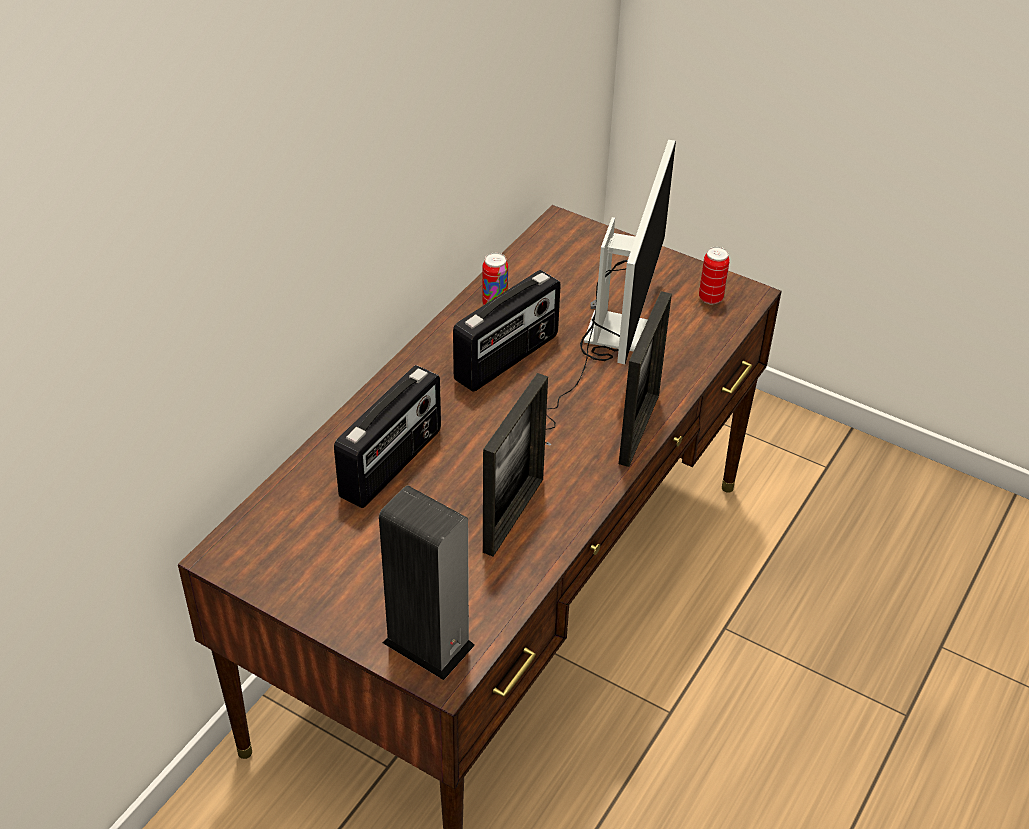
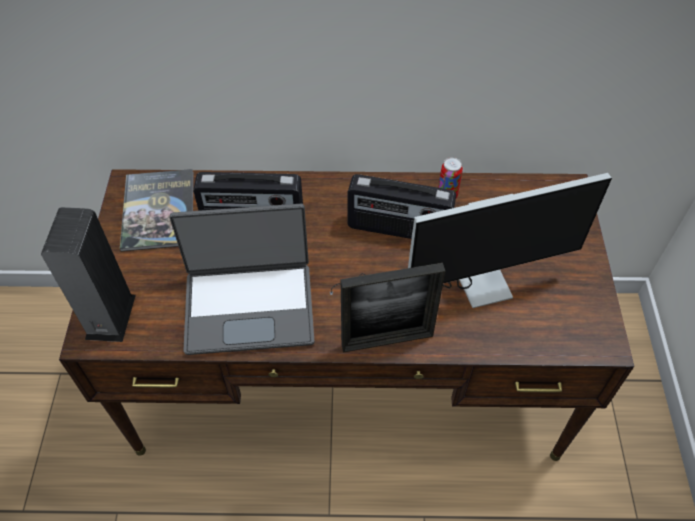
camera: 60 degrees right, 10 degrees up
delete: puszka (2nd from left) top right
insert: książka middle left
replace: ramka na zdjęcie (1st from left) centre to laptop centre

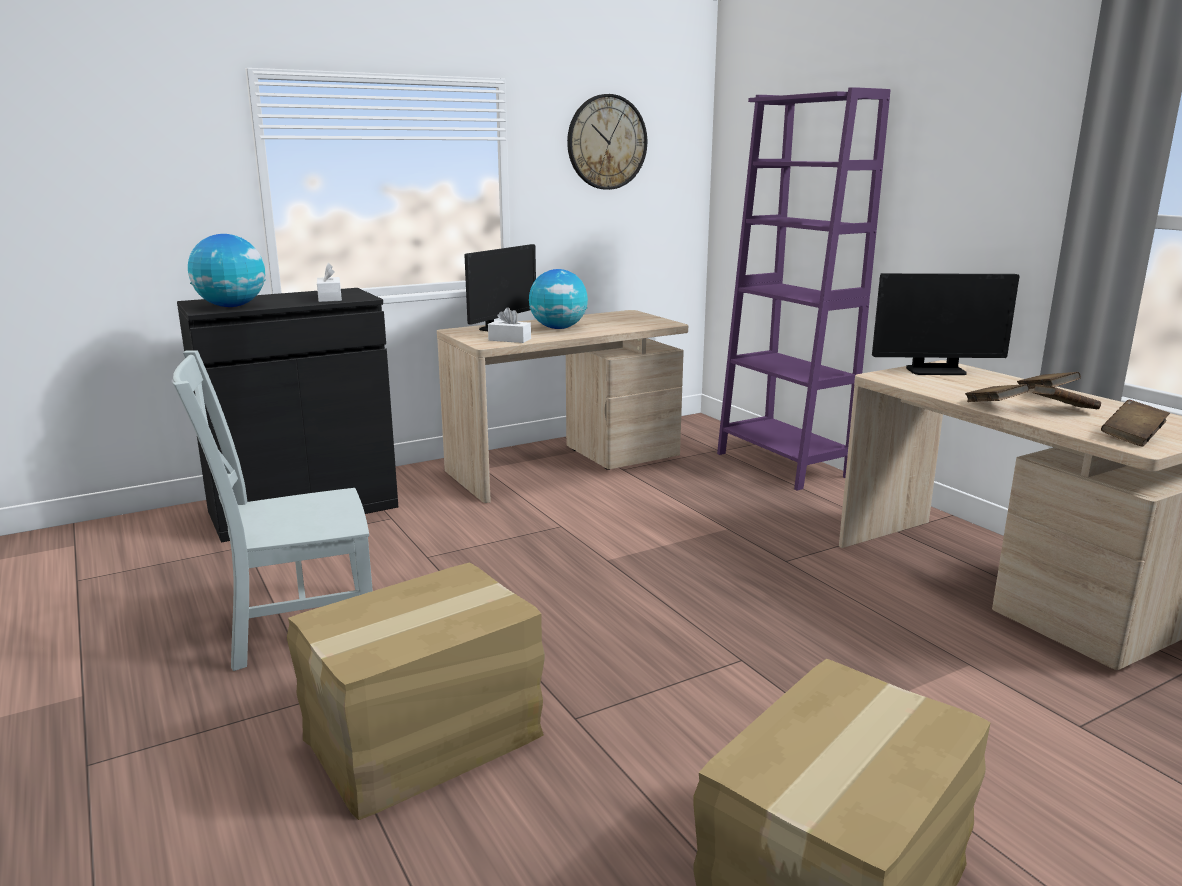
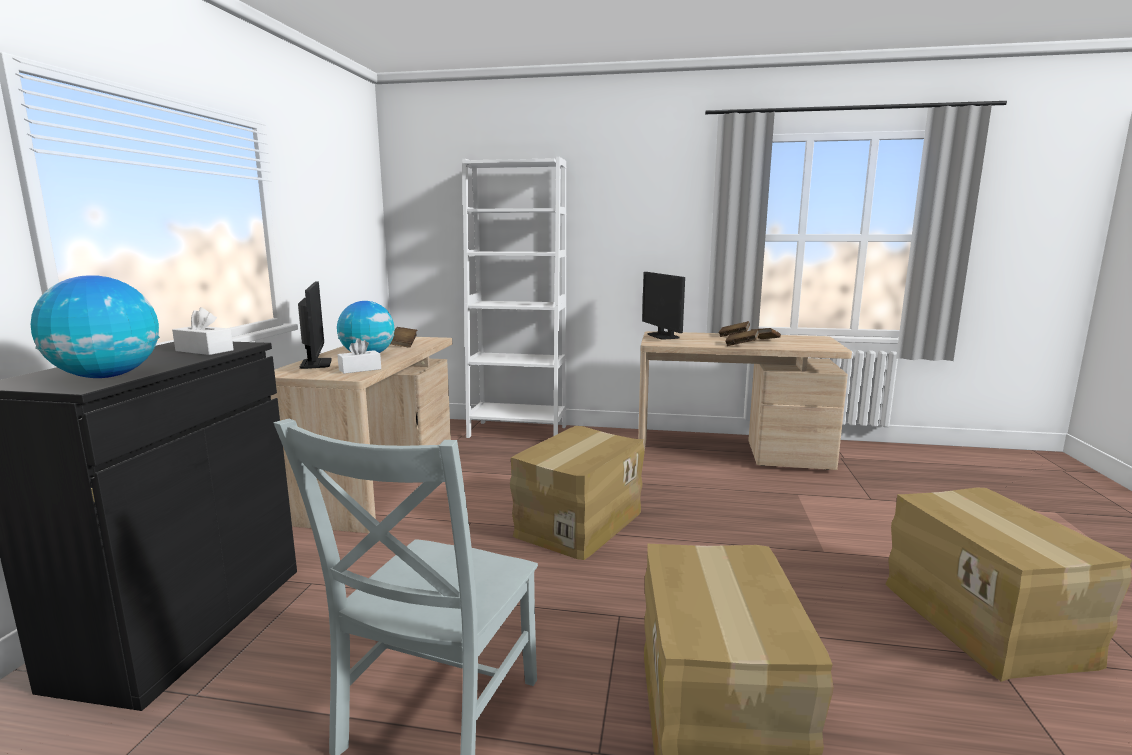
camera: 50 degrees left, 5 degrees down
delete: zegar ścienny top centre
insert: karton (1st from left) centre
move: książka (brązowy) (4th from left in the first image) middle right to książka (brązowy) (1st from left) centre
recolor: regał (fioletowy) top right to regał (biały) centre
rotate: monitor (2nd from left) middle right = centre 120 degrees clockwise

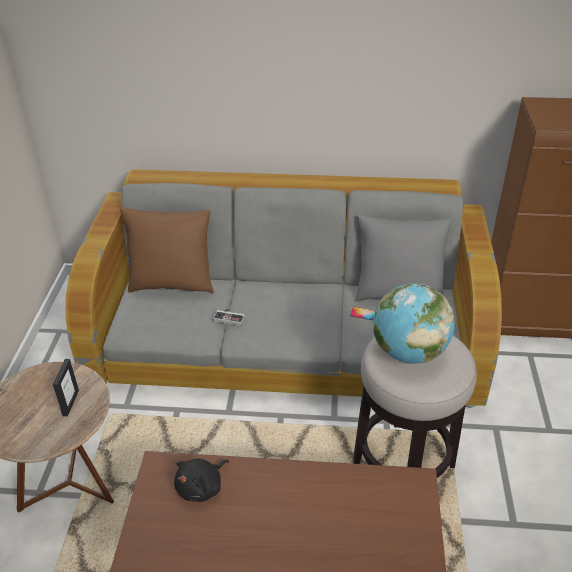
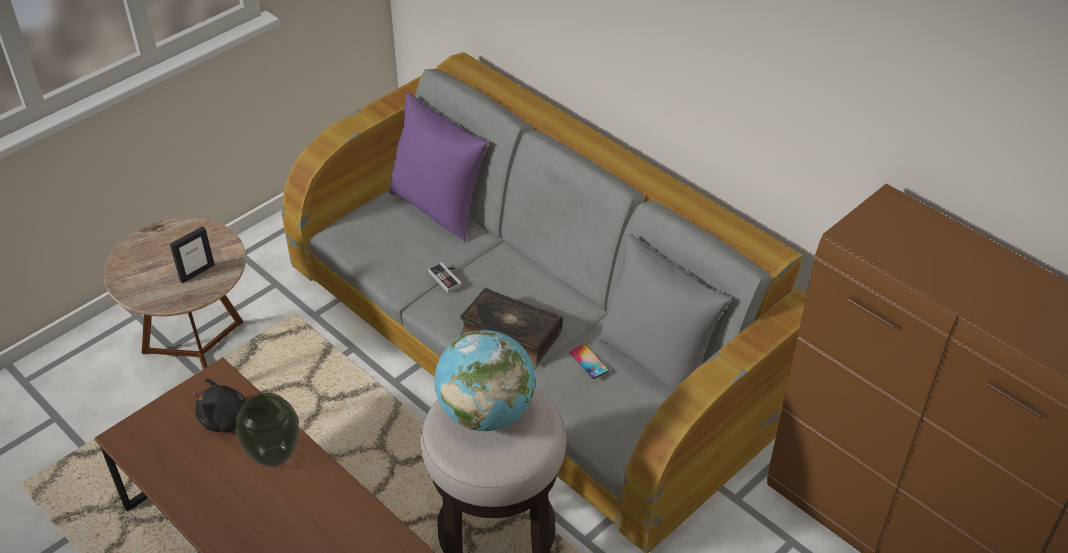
camera: 40 degrees right, 5 degrees up
insert: książka centre; wazon bottom left
recolor: poduszka (brązowy) middle left to poduszka (fioletowy) top centre

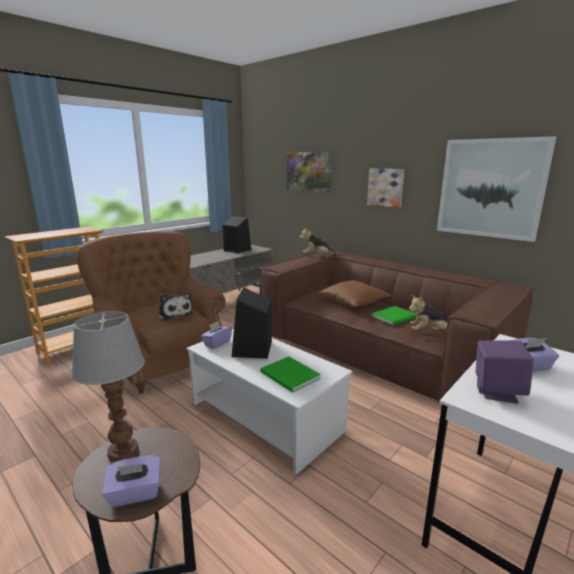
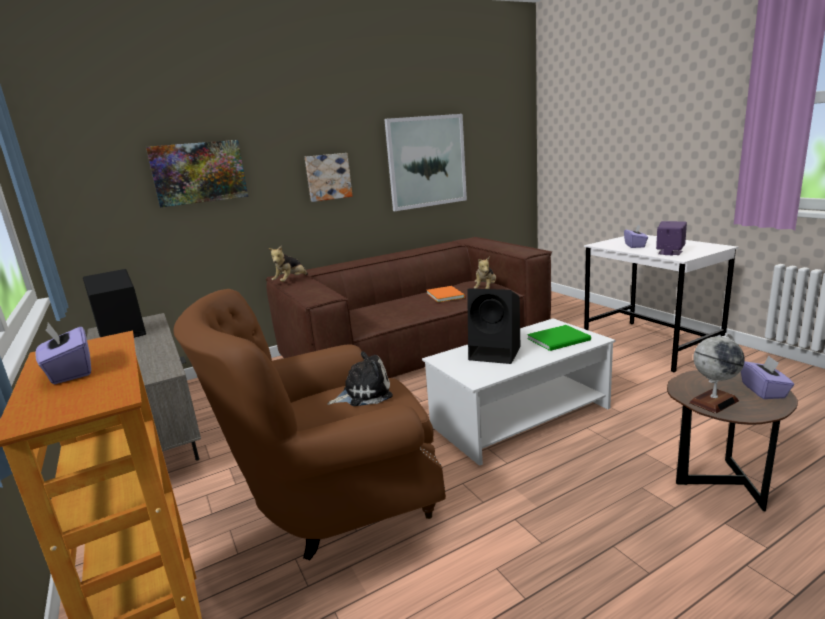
camera: 70 degrees left, 0 degrees up
delete: poduszka (brązowy) centre
move: pudełko chusteczek (fioletowy) (2nd from left in the first image) centre to pudełko chusteczek (fioletowy) (1st from left) middle left
replace: lampa stołowa bottom left to globus middle right
recolor: książka (zielony) (2nd from left) middle right to książka (pomarańczowy) centre

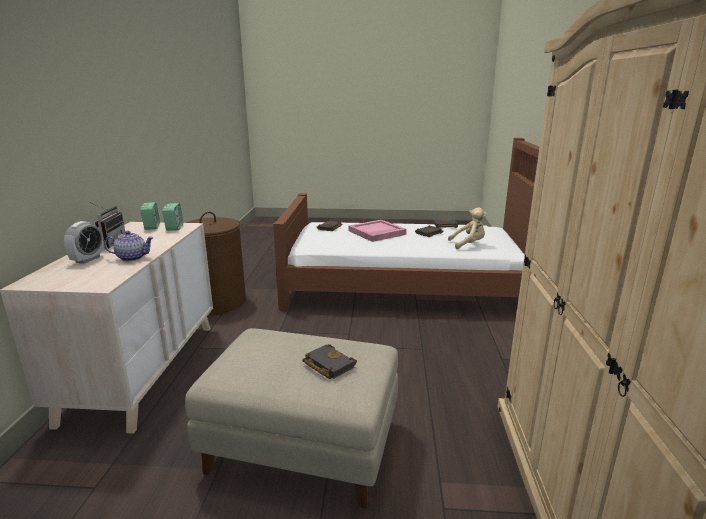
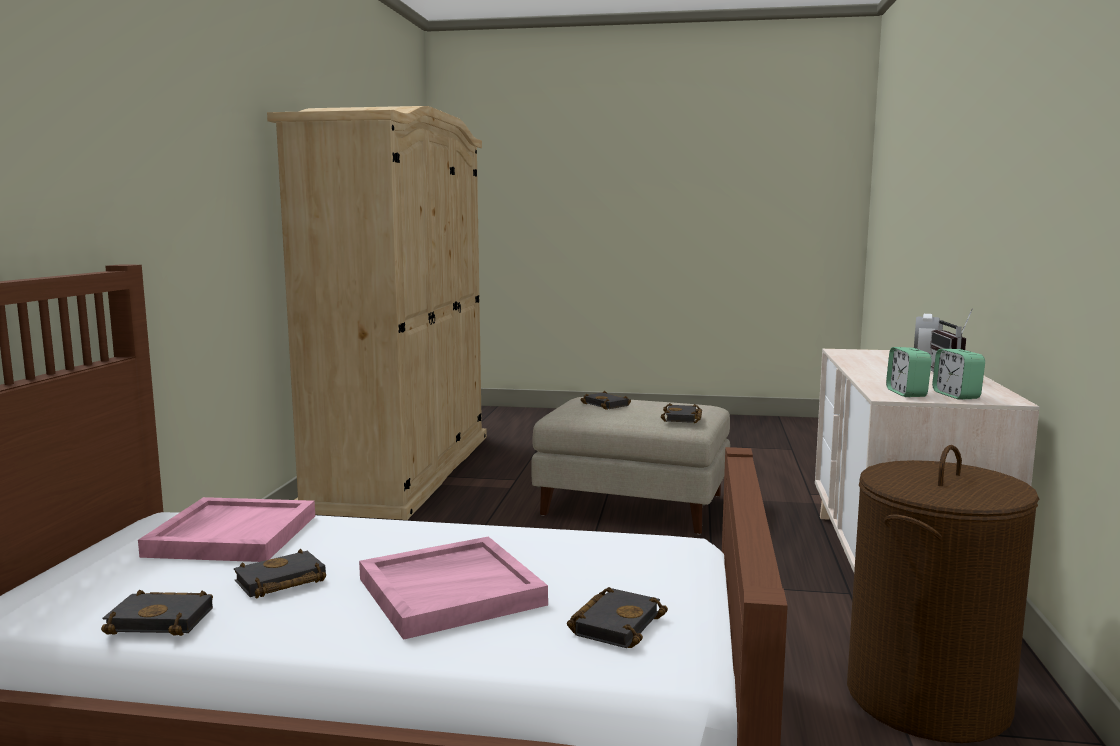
camera: 175 degrees left, 10 degrees down
delete: imbryk middle left
insert: książka (czarny) (5th from left) centre
replace: pluszak (beżowy) centre to taca (różowy) (1st from left) bottom left

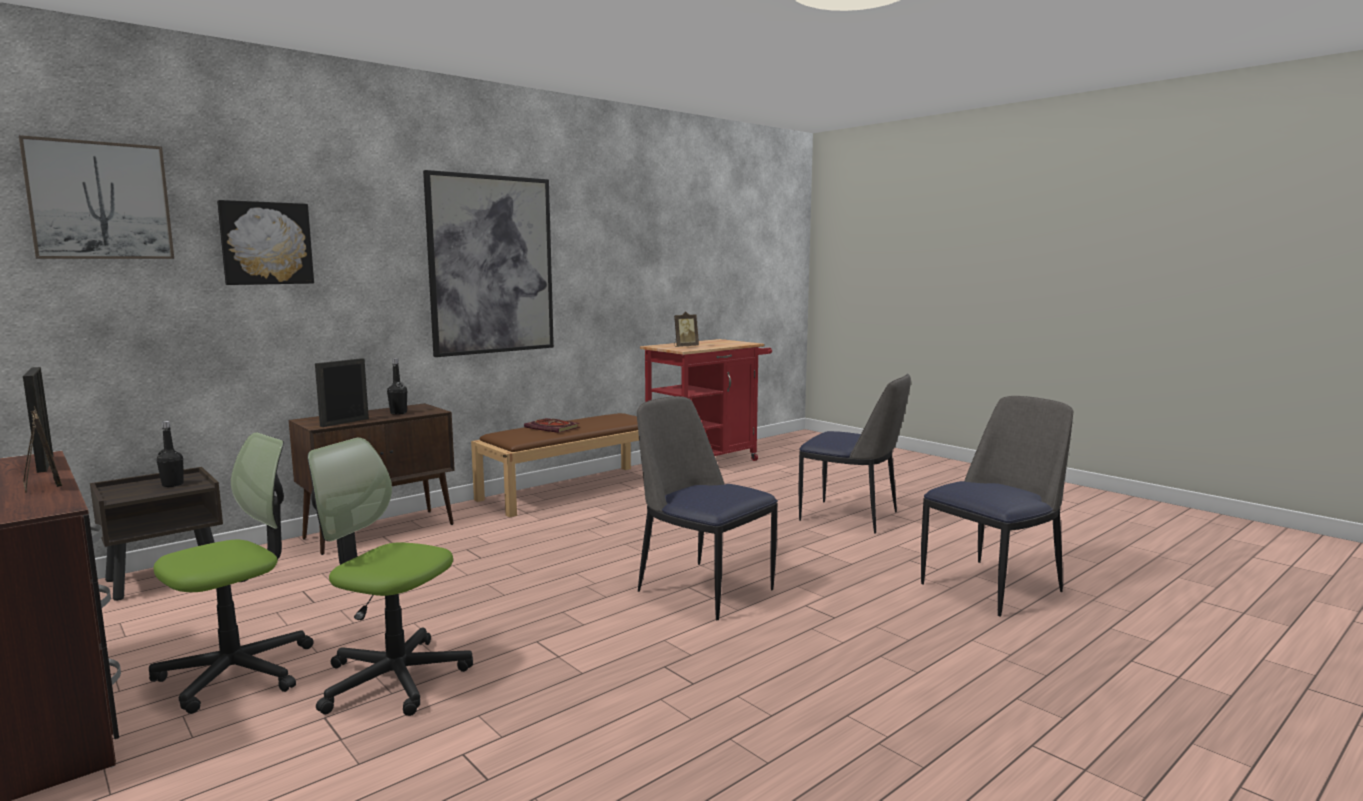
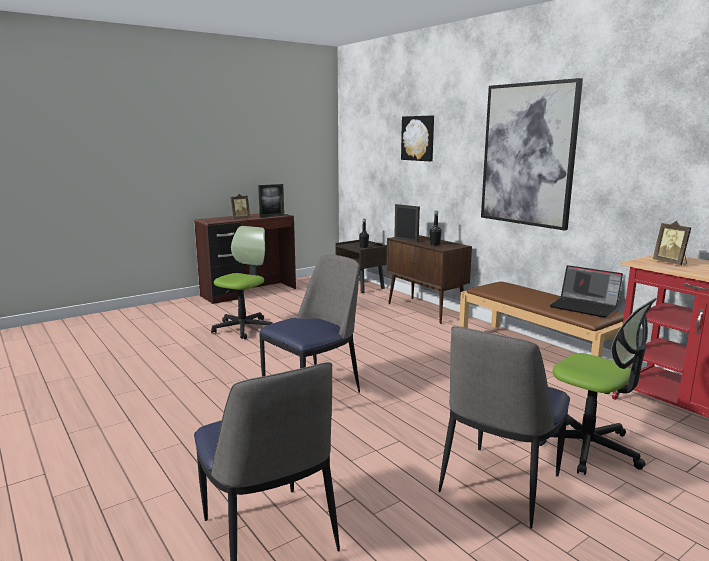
camera: 95 degrees right, 5 degrees up
delete: obraz (1st from left) top left; książka centre
insert: laptop middle right
move: krzesło biurowe (1st from left in the first image) bottom left to krzesło biurowe (2nd from left) bottom right

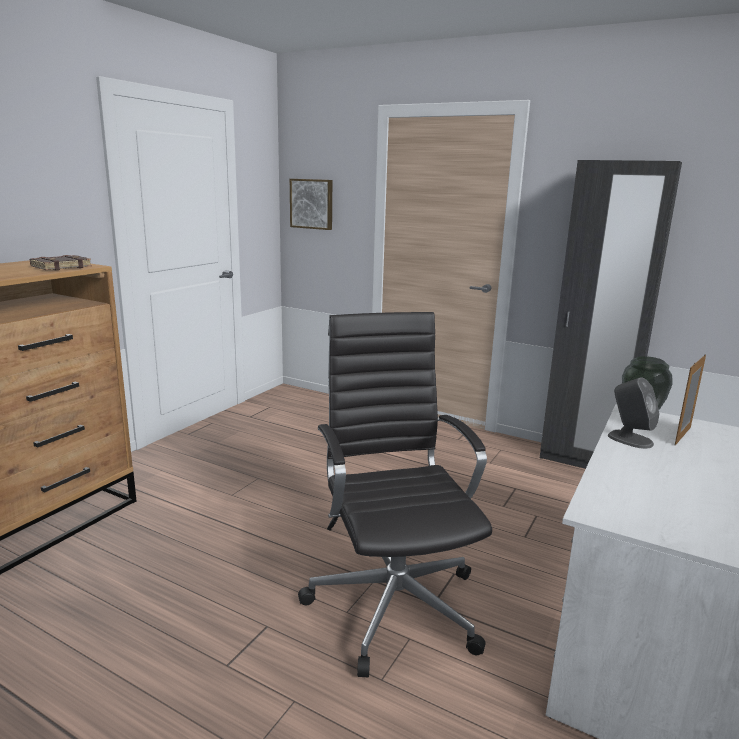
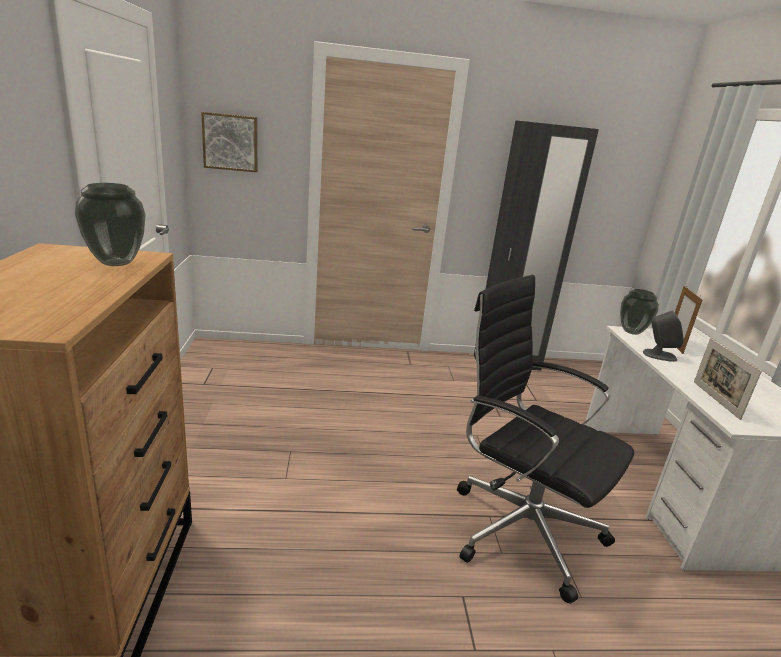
camera: 35 degrees left, 5 degrees up
insert: ramka na zdjęcie (2nd from left) middle right
replace: książka (brązowy) middle left to wazon (1st from left) middle left

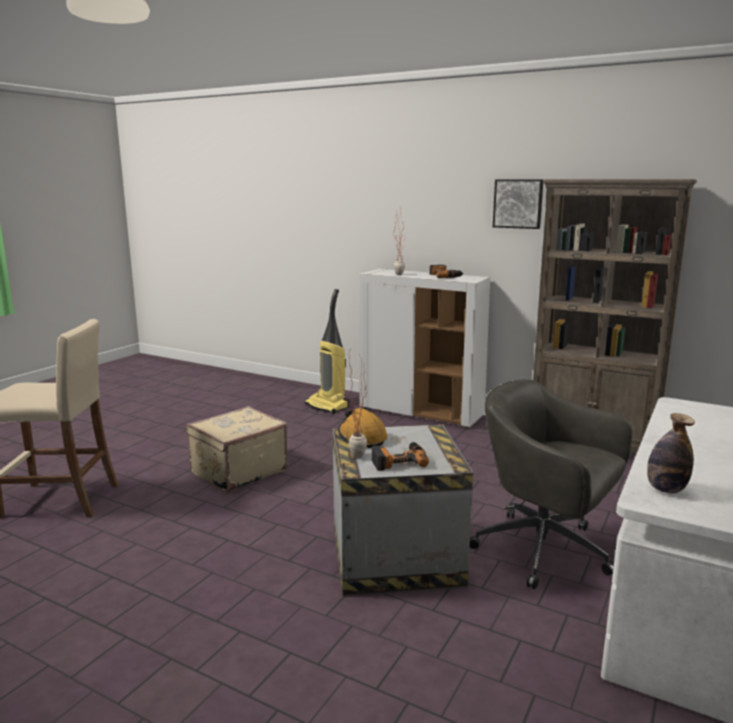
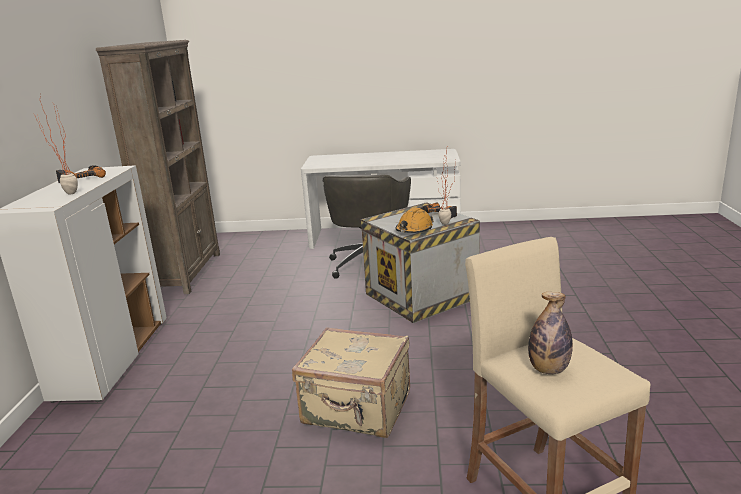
camera: 115 degrees left, 5 degrees up
delete: obraz top right; odkurzacz centre
move: butelka middle right to bottom right

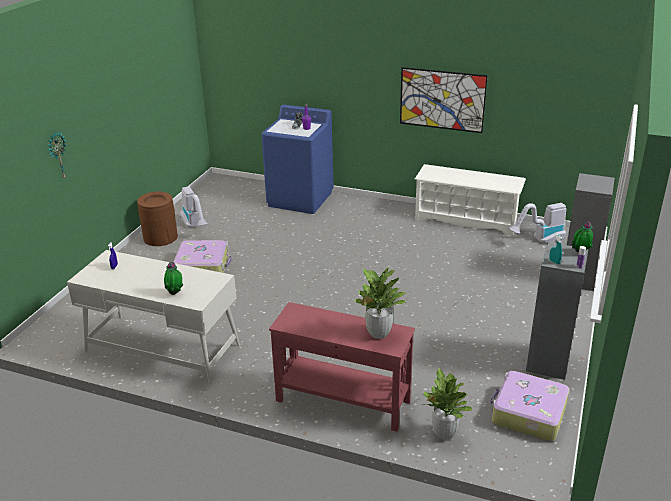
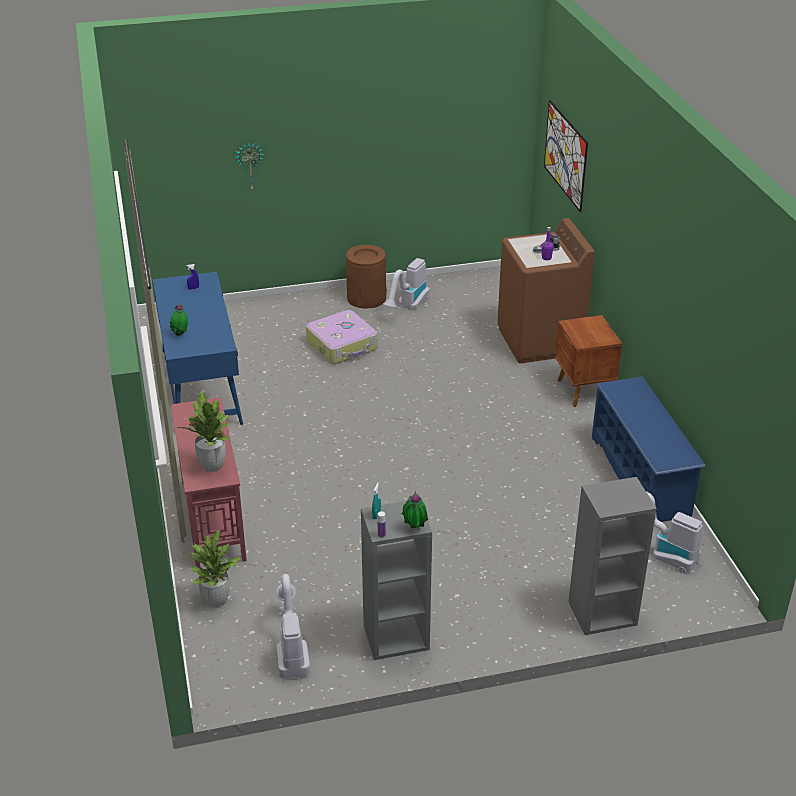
camera: 55 degrees right, 5 degrees up
insert: szafka nocna (brązowy) middle right
move: obraz top centre to top right
replace: walizka (2nd from left) bottom right to odkurzacz (1st from left) bottom centre
recolor: pralka (niebieski) top centre to pralka (brązowy) middle right; regał na buty (biały) middle right to regał na buty (niebieski) middle right; biurko (biały) middle left to biurko (niebieski) middle left

